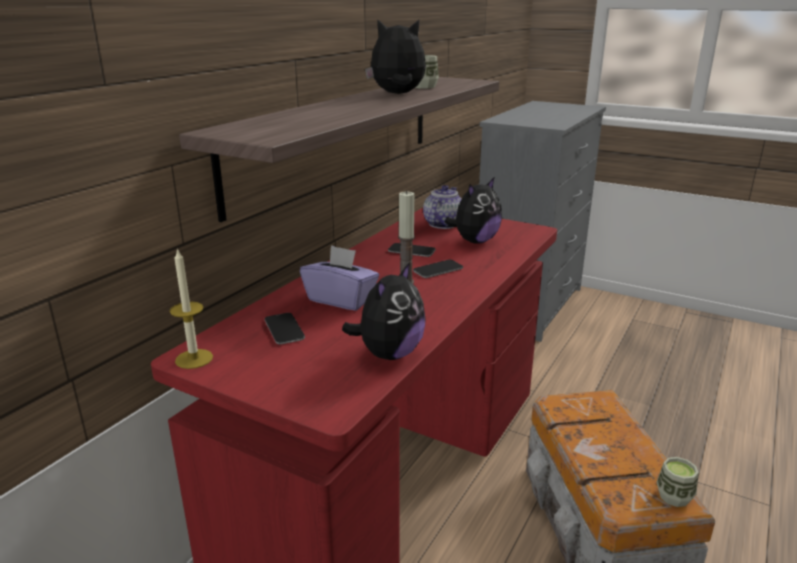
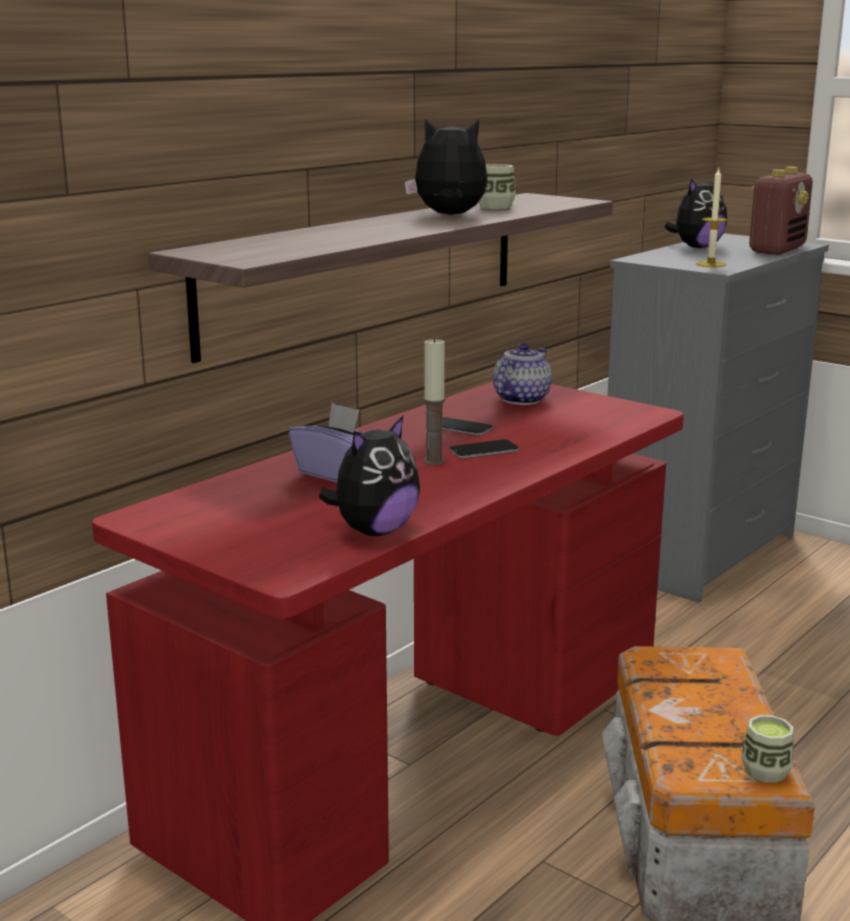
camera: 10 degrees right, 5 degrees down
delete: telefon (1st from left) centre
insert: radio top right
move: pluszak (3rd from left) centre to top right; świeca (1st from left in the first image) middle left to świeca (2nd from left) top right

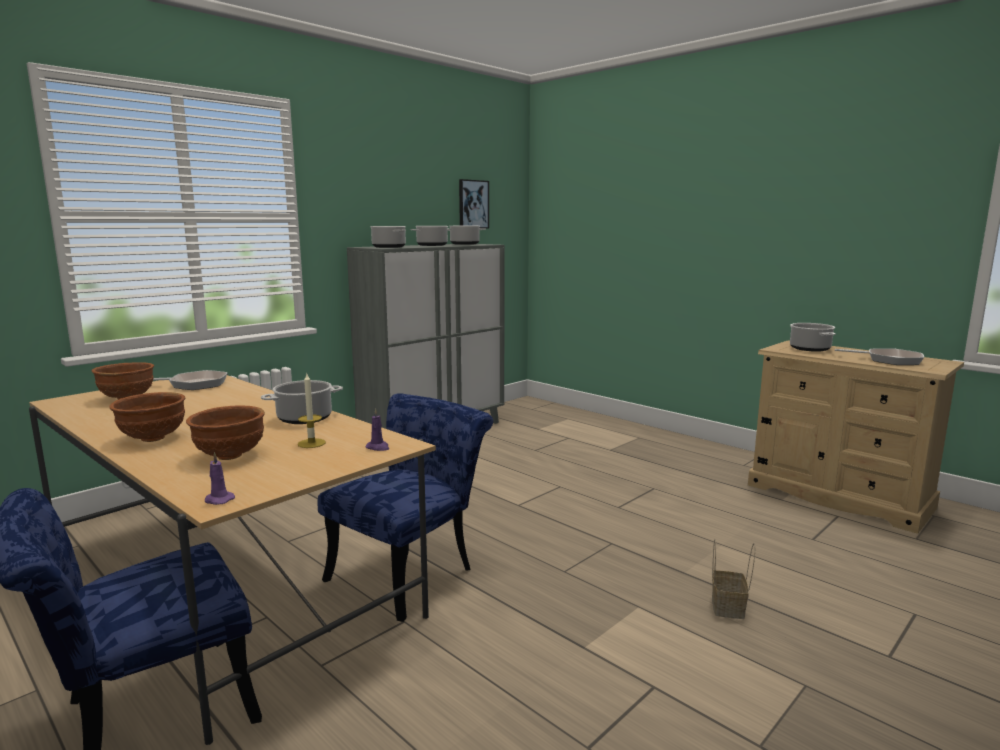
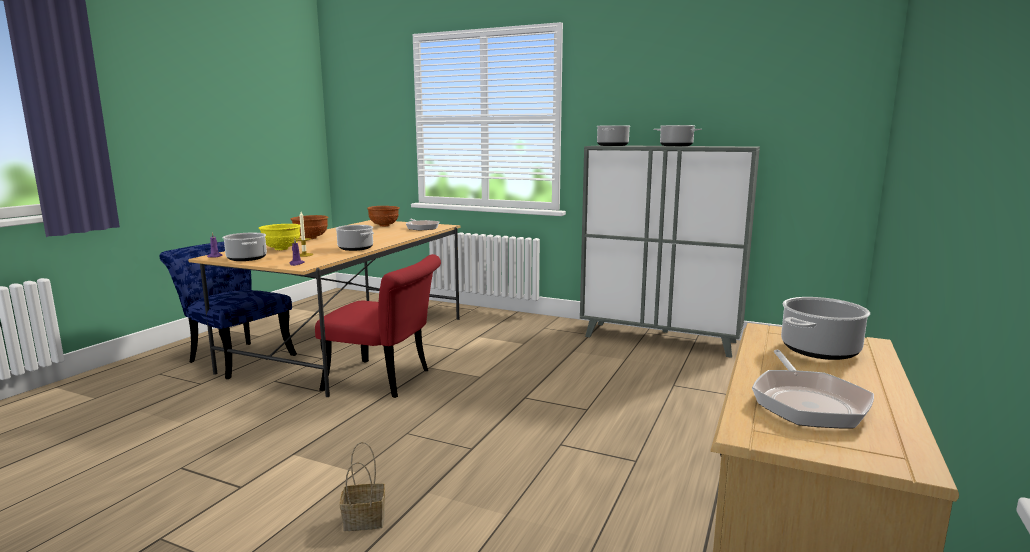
camera: 70 degrees right, 0 degrees up
delete: obraz top centre
move: garnek (4th from left in the first image) top centre to garnek (1st from left) middle left
recolor: krzesło (niebieski) (2nd from left) bottom centre to krzesło (czerwony) centre; miska (brązowy) (3rd from left) middle left to miska (żółty) middle left

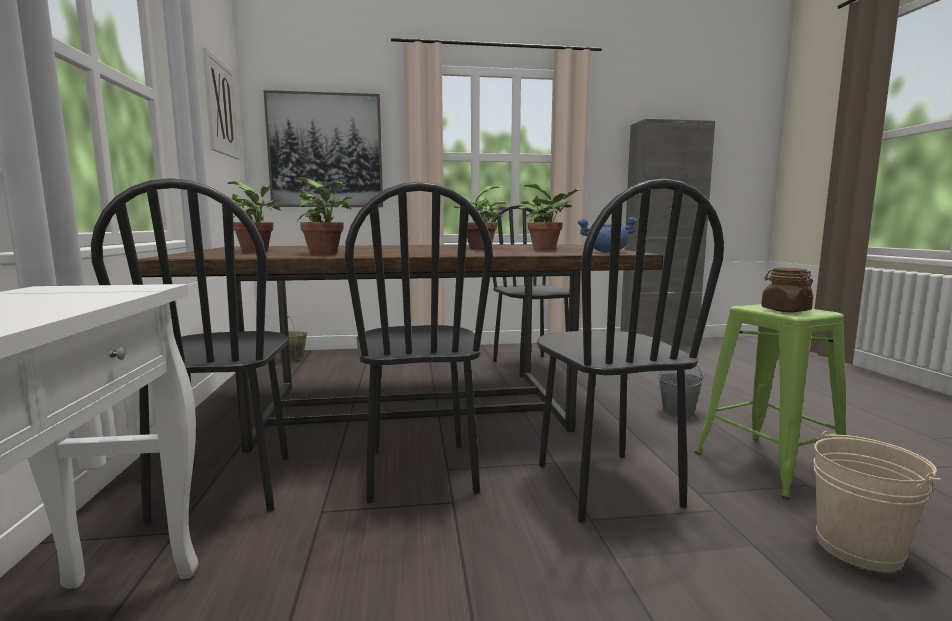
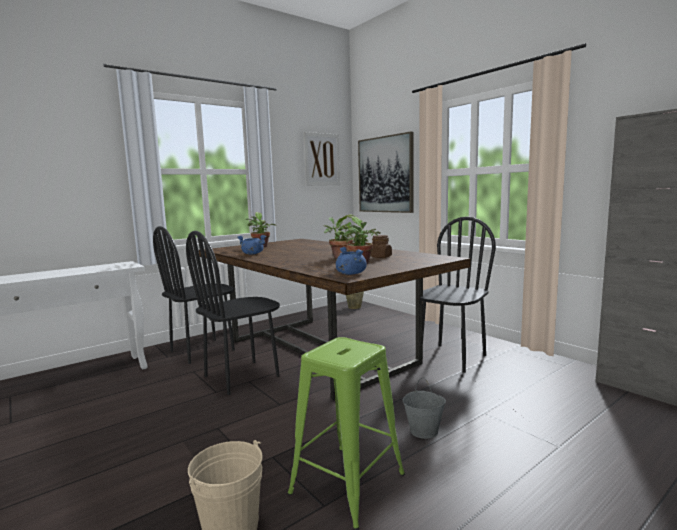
camera: 60 degrees right, 0 degrees up
delete: krzesło (czarny) (4th from left) centre
move: słoik (brązowy) middle right to centre
replace: roślina doniczkowa (2nd from left) centre to garnek (niebieski) (1st from left) centre

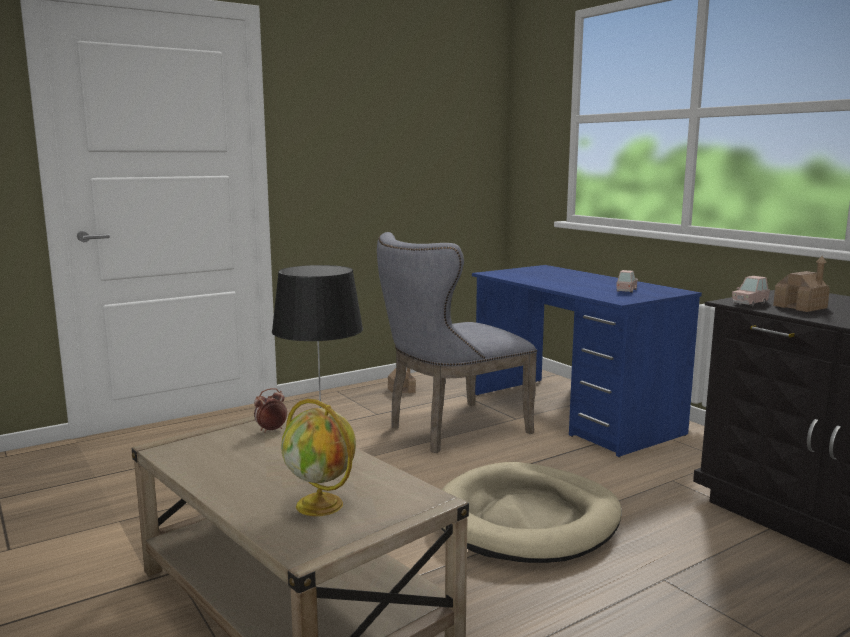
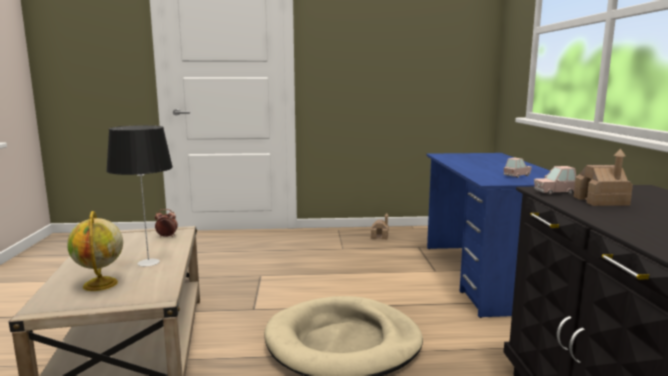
camera: 30 degrees right, 0 degrees up
delete: krzesło (szary) centre

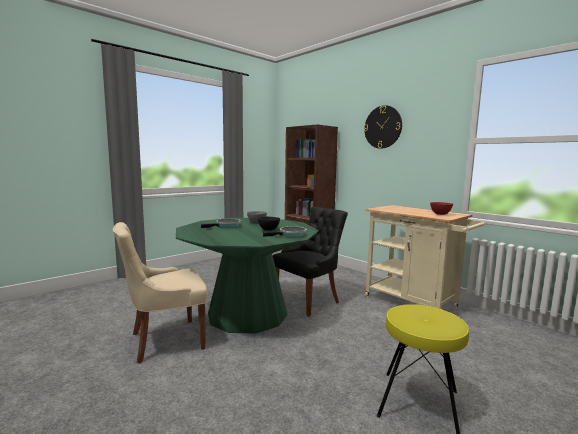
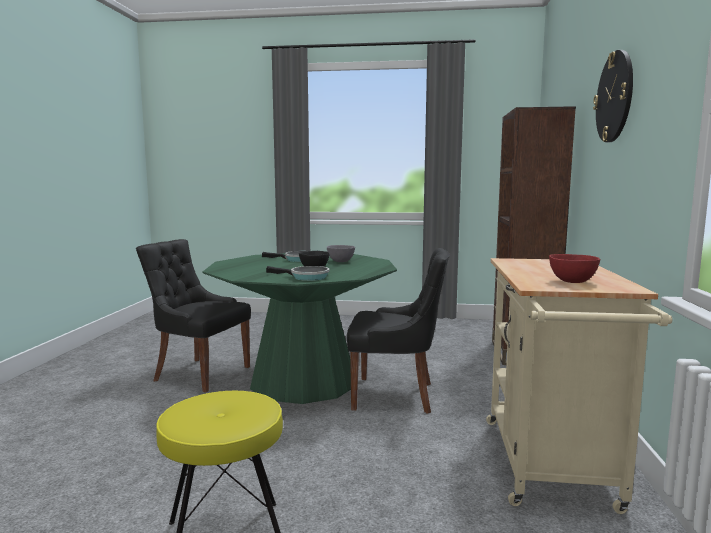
camera: 50 degrees right, 0 degrees up
recolor: krzesło (beżowy) bottom left to krzesło (czarny) (1st from left) middle left

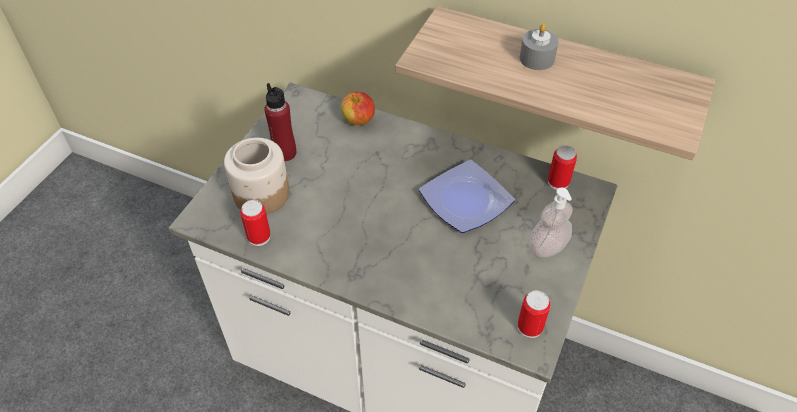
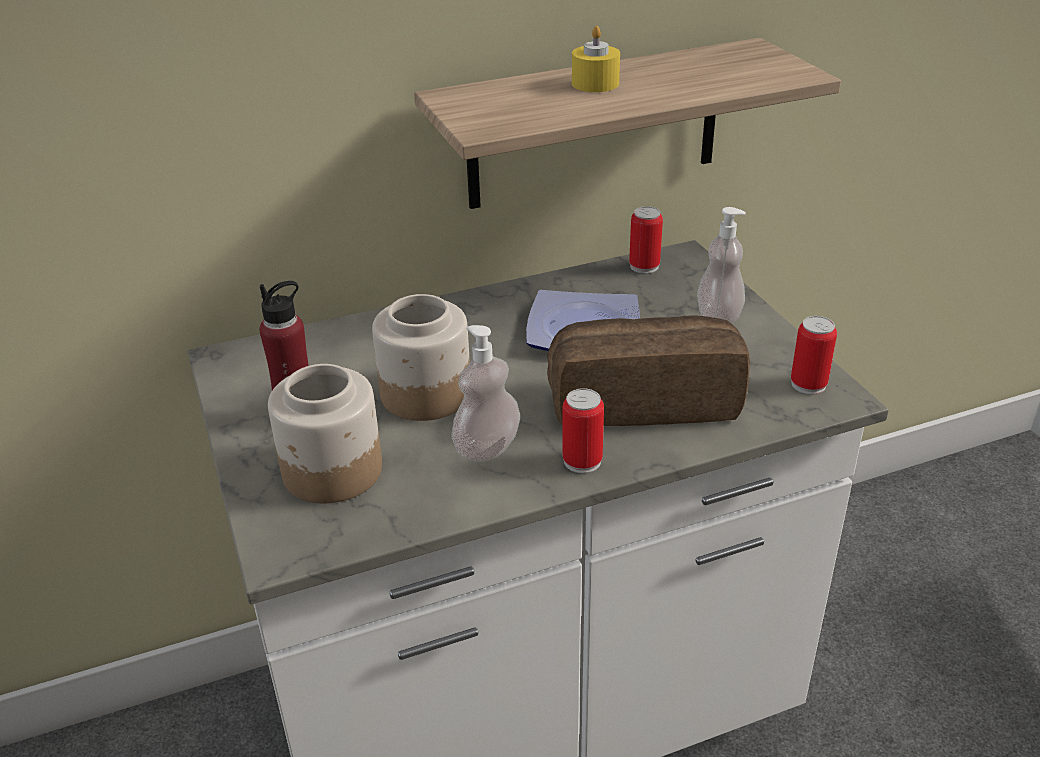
camera: 45 degrees left, 15 degrees down
delete: jabłko top centre
insert: słoik (2nd from left) centre; chleb centre; dozownik mydła (1st from left) centre
move: puszka (1st from left) middle left to centre
recolor: świeca (szary) top right to świeca (żółty) top centre

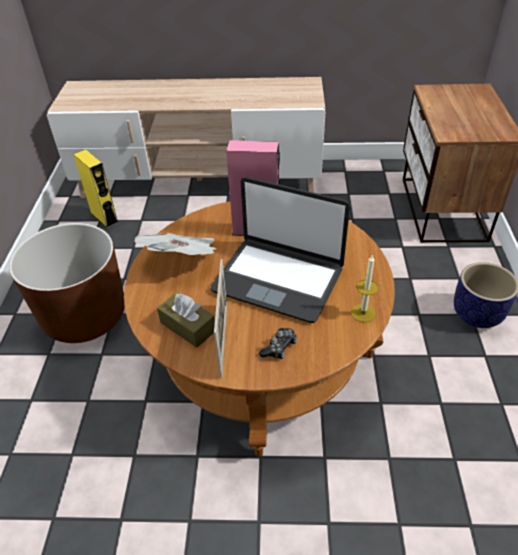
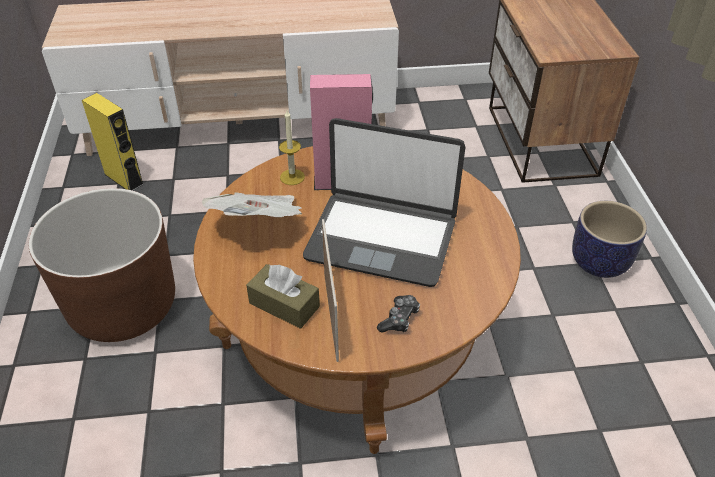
camera: 10 degrees left, 0 degrees up
move: świeca middle right to top centre

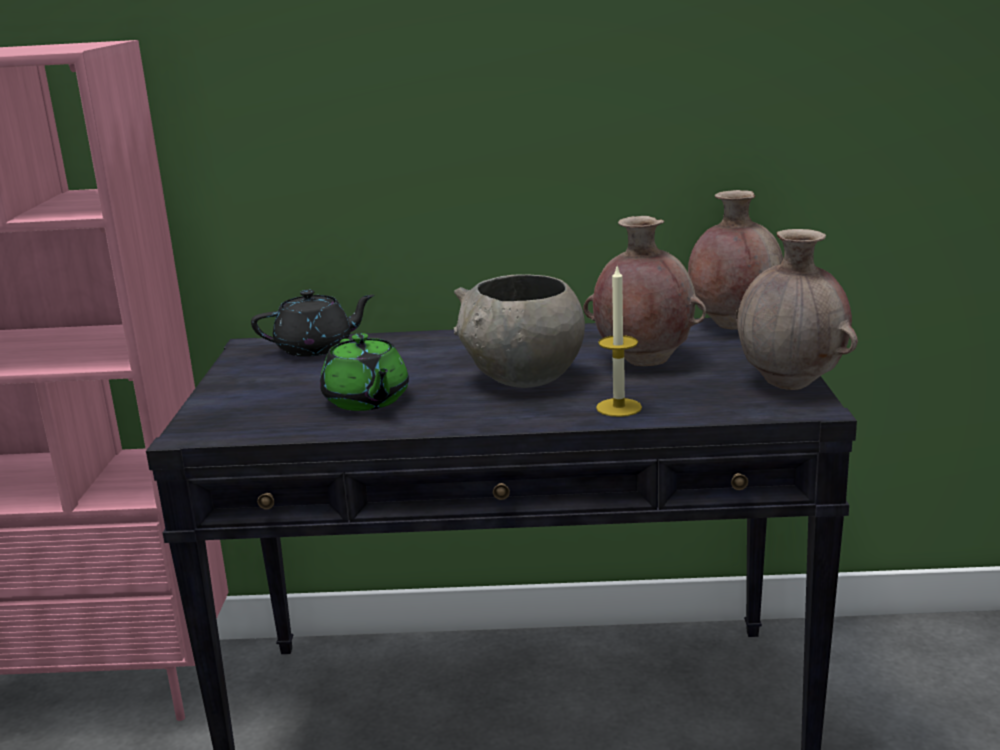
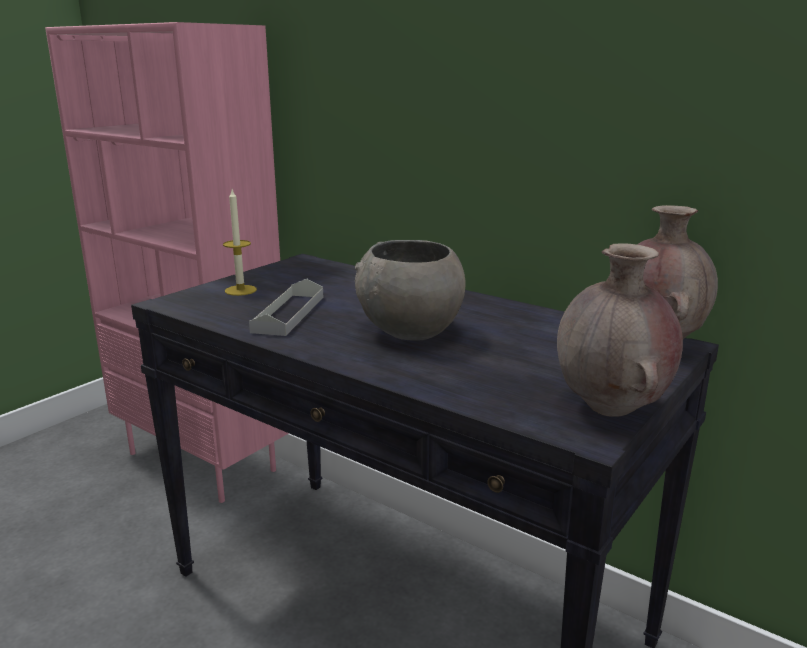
camera: 35 degrees right, 0 degrees up
delete: wazon (brązowy) (1st from left) centre; imbryk (czarny) middle left
move: świeca centre to middle left
replace: imbryk (zielony) centre to taca (szary) centre

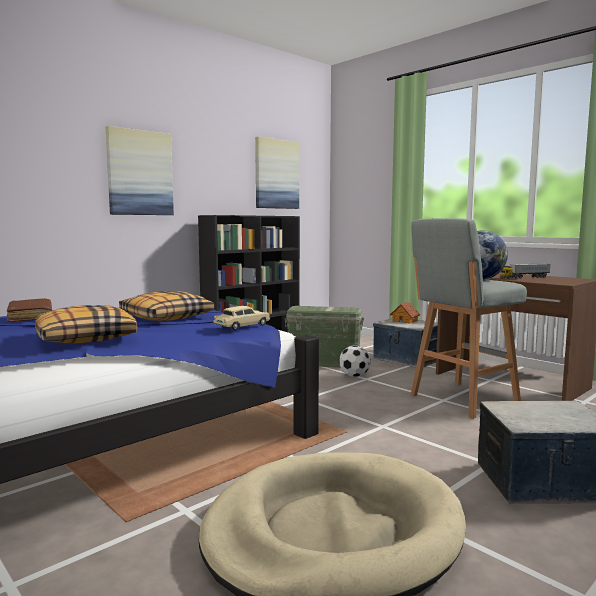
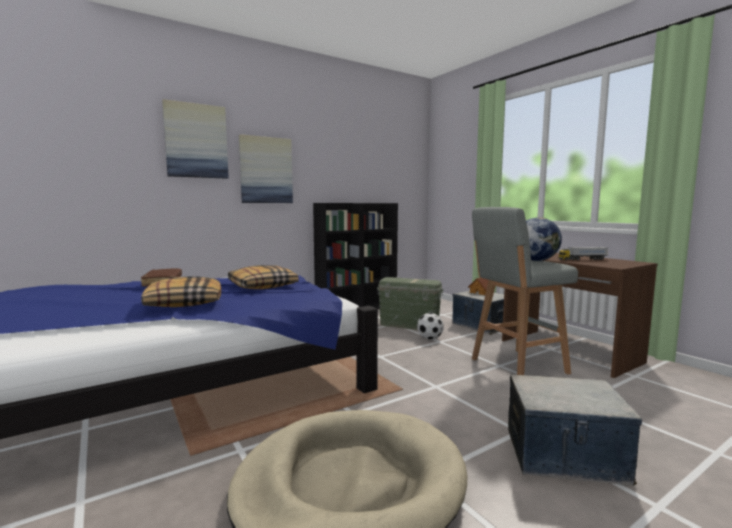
camera: 10 degrees right, 0 degrees up
delete: samochodzik (beżowy) centre
move: obraz (2nd from left in the first image) top centre to obraz (1st from left) top left

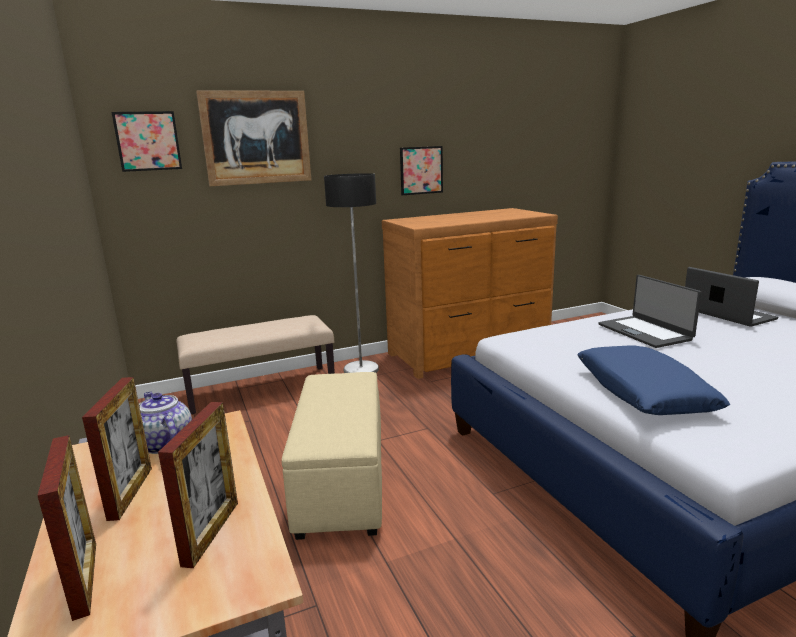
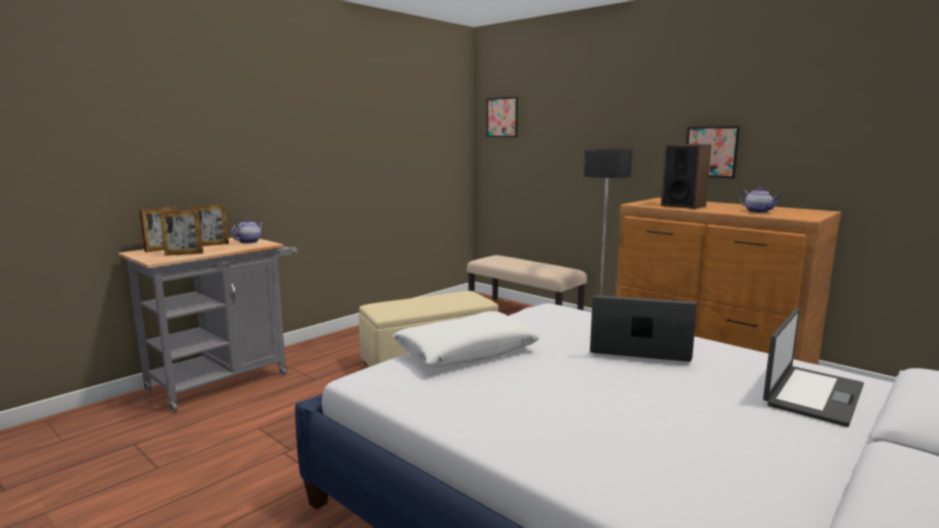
camera: 65 degrees right, 5 degrees down
delete: obraz (2nd from left) top left
insert: głośnik middle right; imbryk (2nd from left) middle right
recolor: poduszka (niebieski) middle right to poduszka (biały) centre
rotate: laptop (1st from left) middle right = middle right 60 degrees clockwise

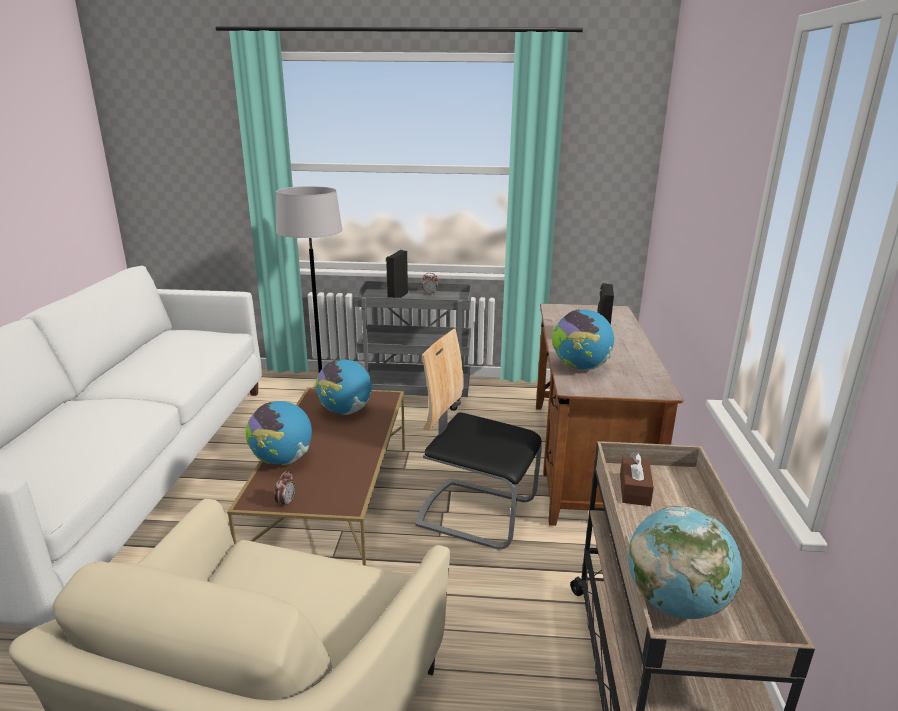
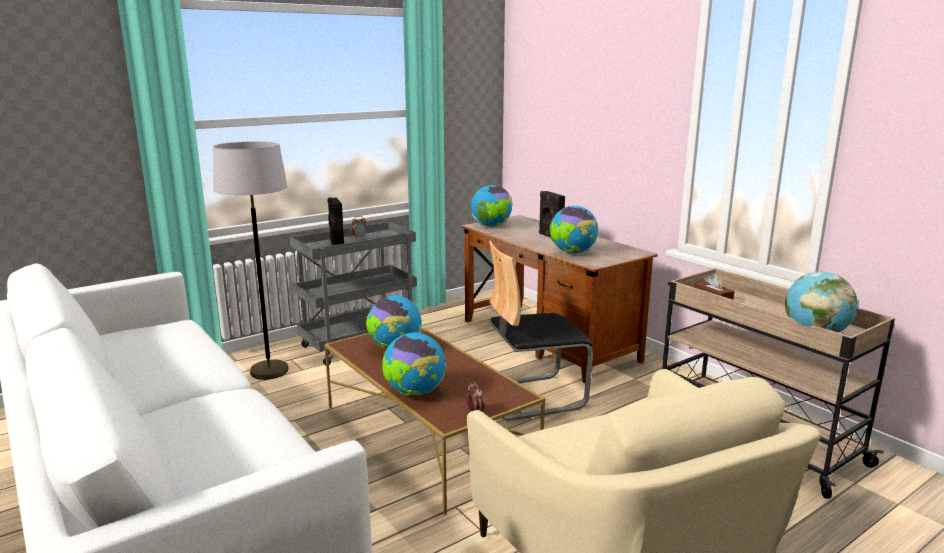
camera: 40 degrees left, 5 degrees down
insert: globus (3rd from left) centre

